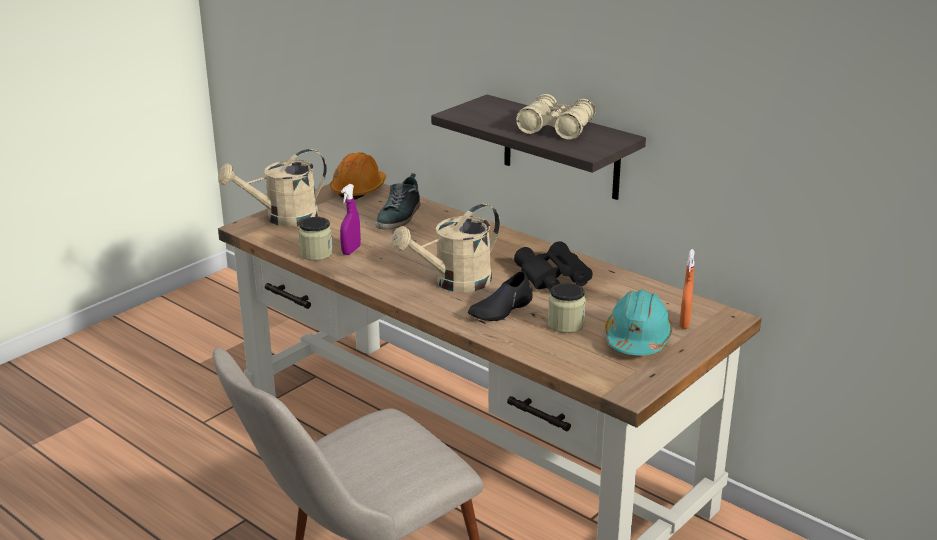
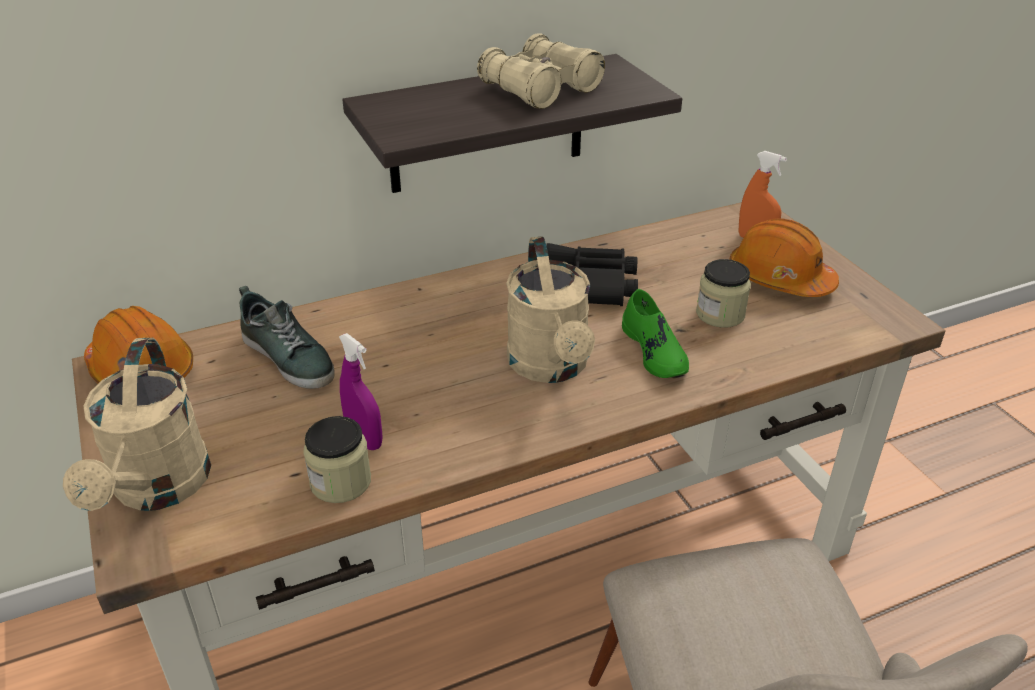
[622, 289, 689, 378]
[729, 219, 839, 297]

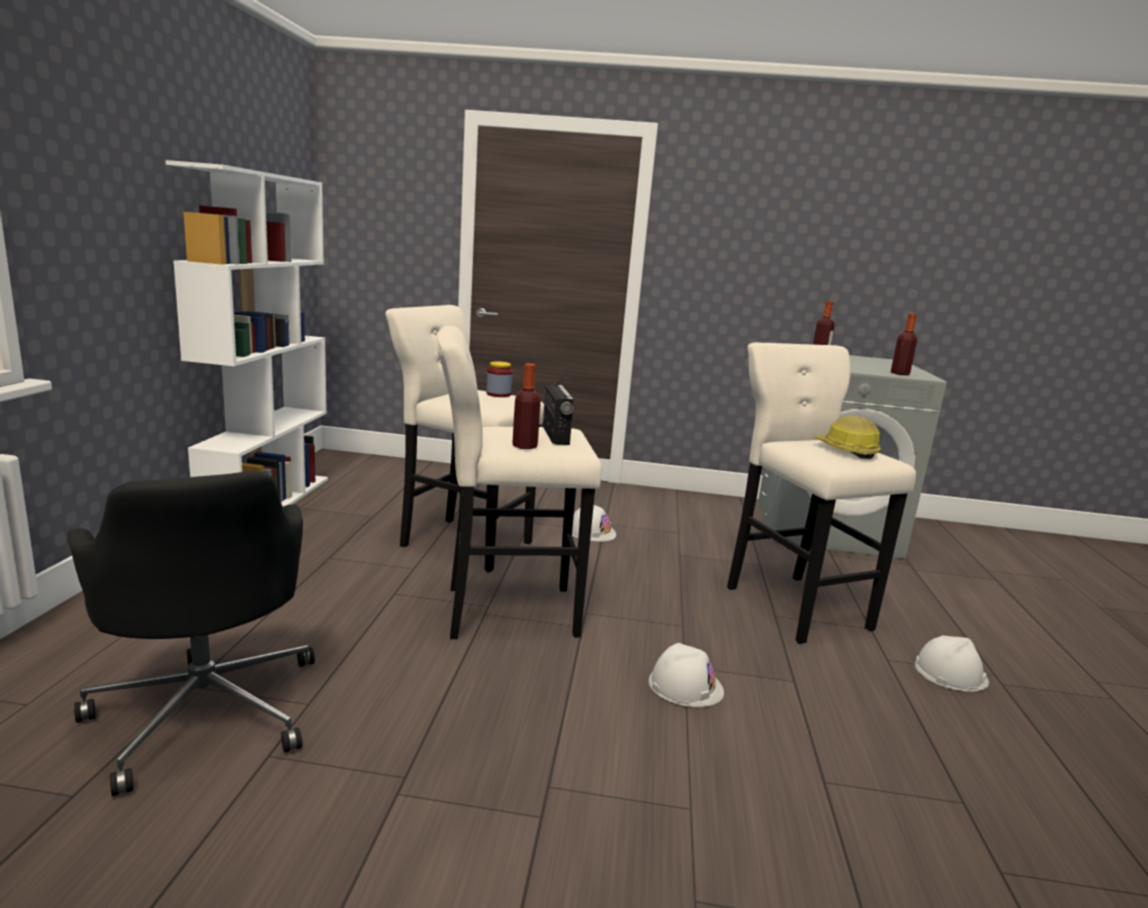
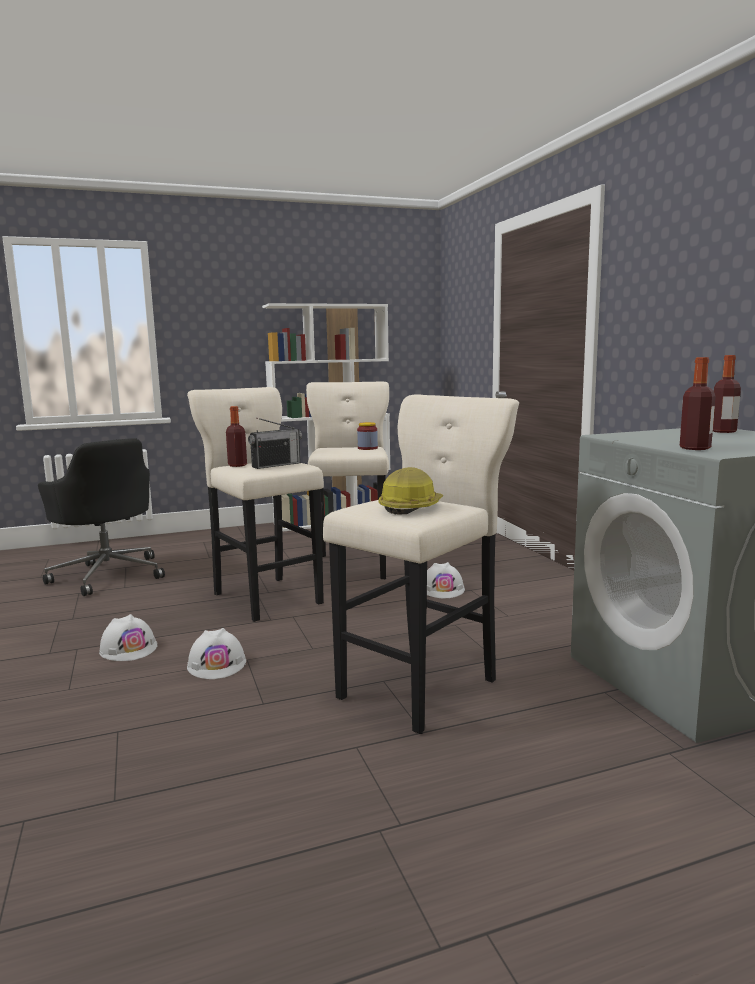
[99, 614, 158, 661]
[38, 438, 165, 596]

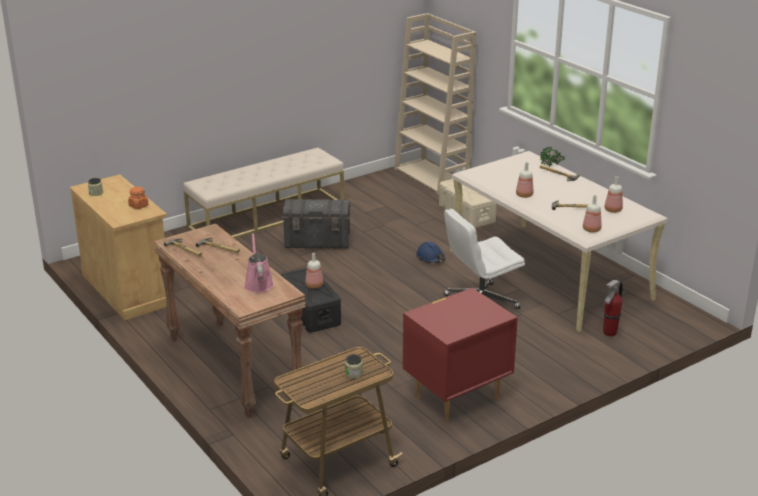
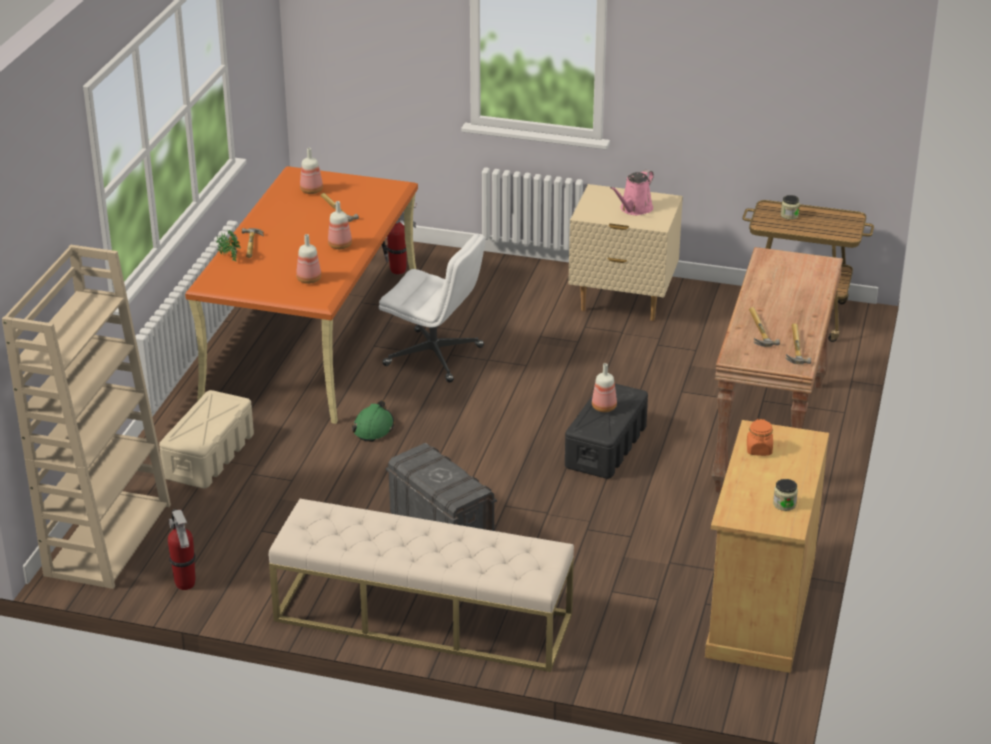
[168, 509, 196, 590]
[610, 170, 654, 215]
[296, 234, 321, 284]
[569, 184, 683, 321]
[352, 400, 394, 442]
[185, 166, 418, 424]

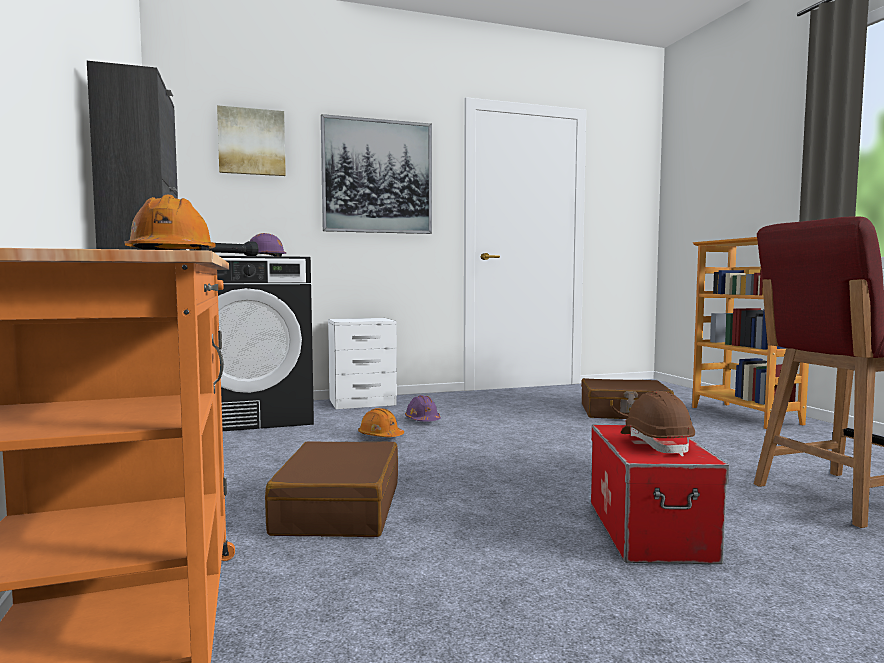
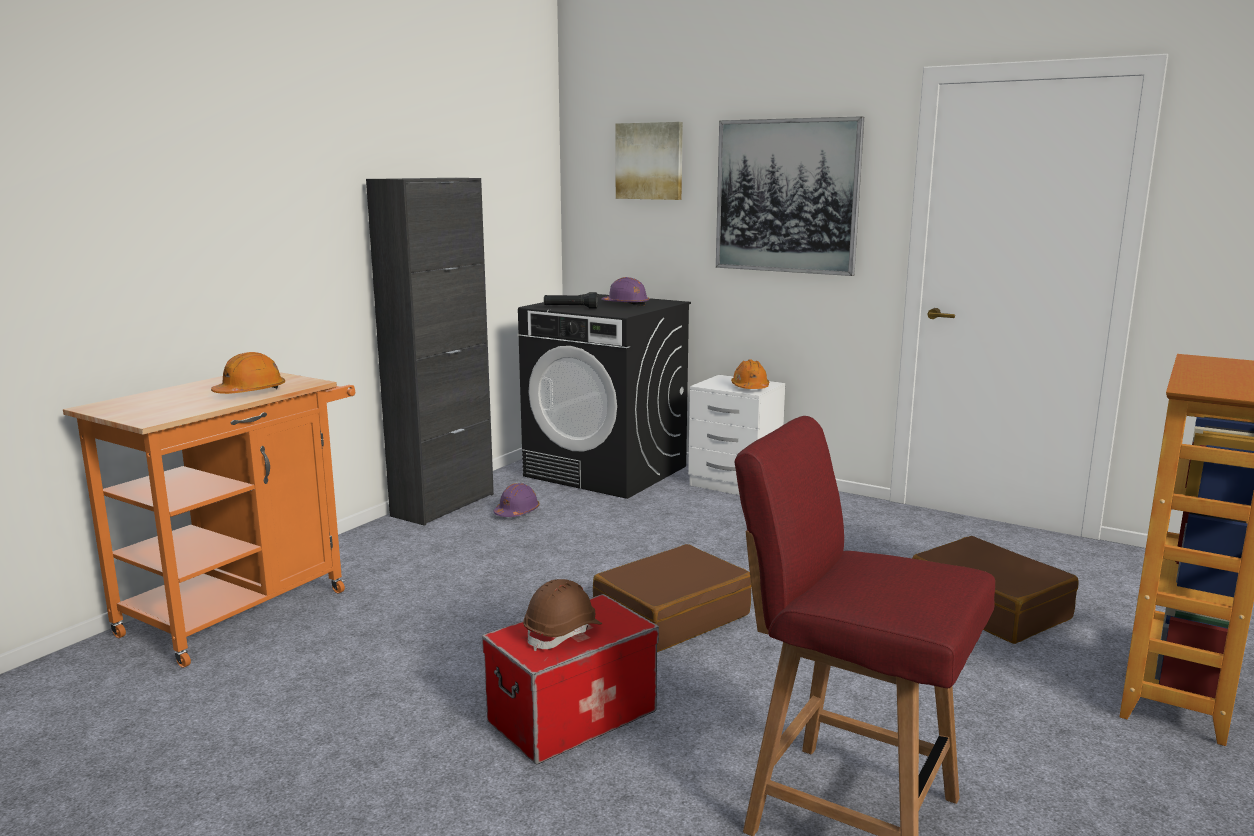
[593, 544, 751, 652]
[731, 359, 770, 389]
[494, 483, 540, 517]

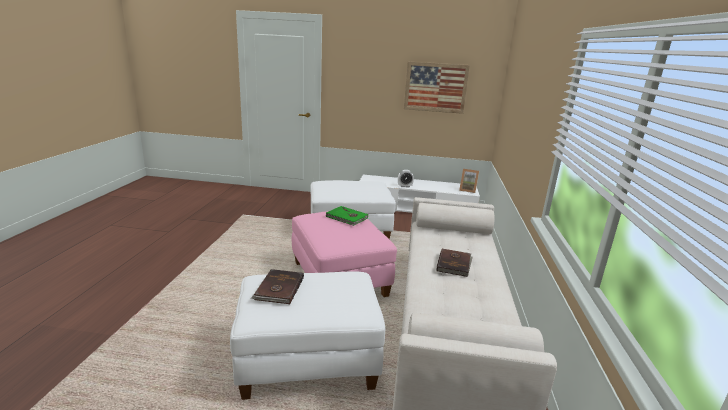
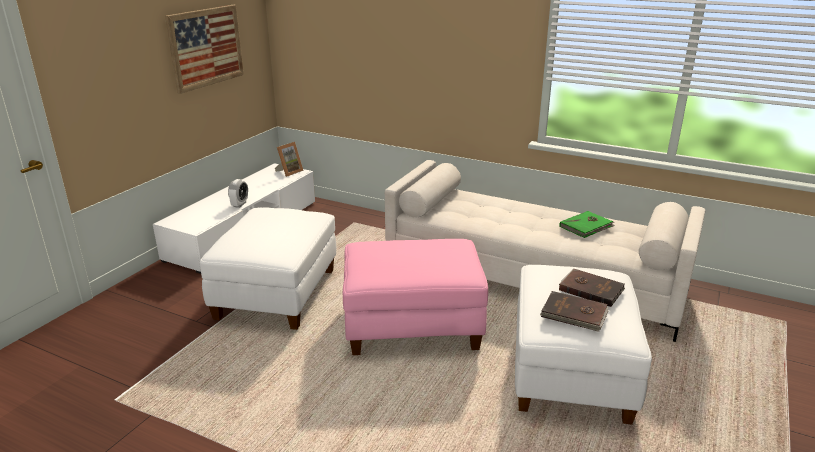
[559, 211, 615, 238]
[559, 269, 625, 307]

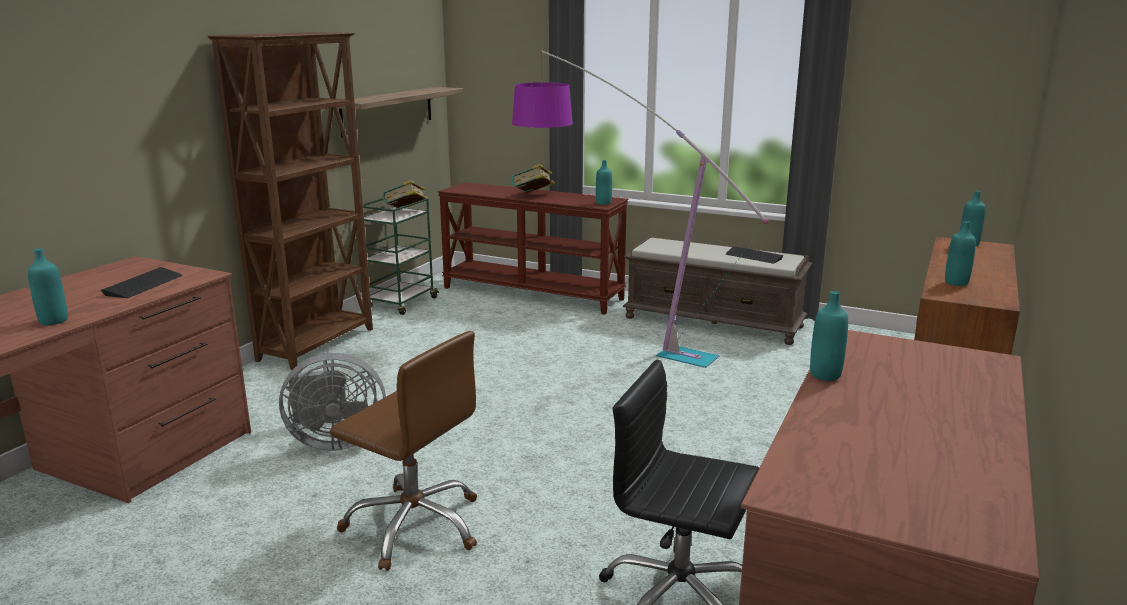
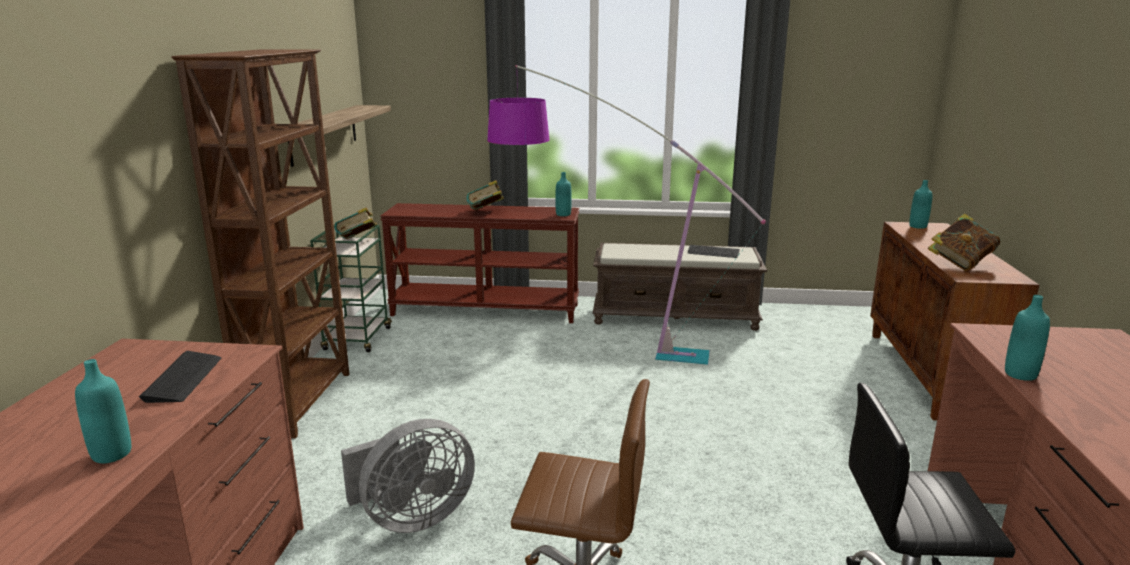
[928, 214, 1000, 271]

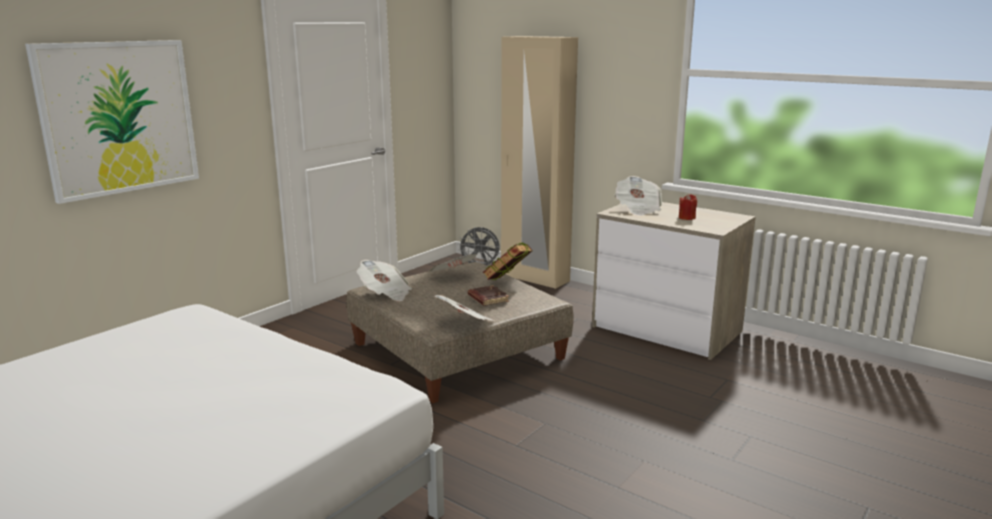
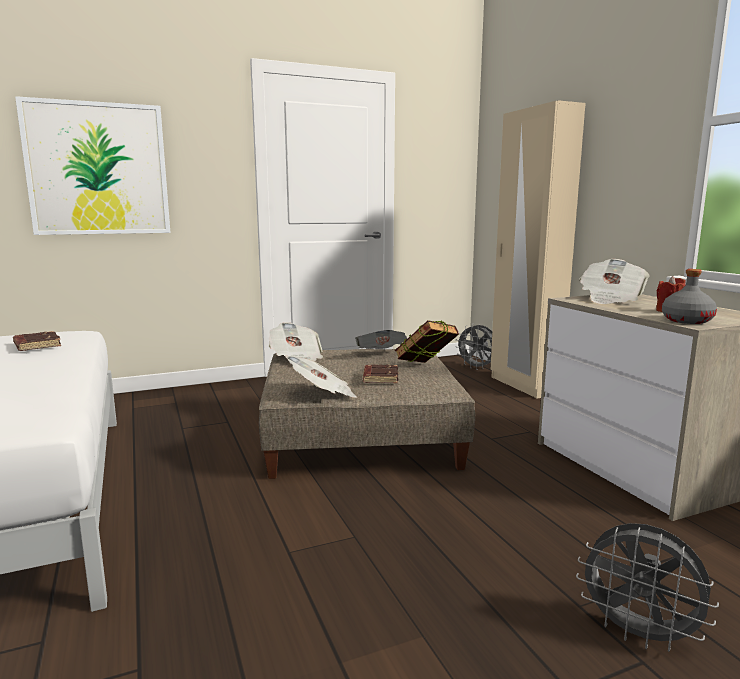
[13, 331, 61, 351]
[576, 523, 719, 652]
[662, 269, 717, 324]

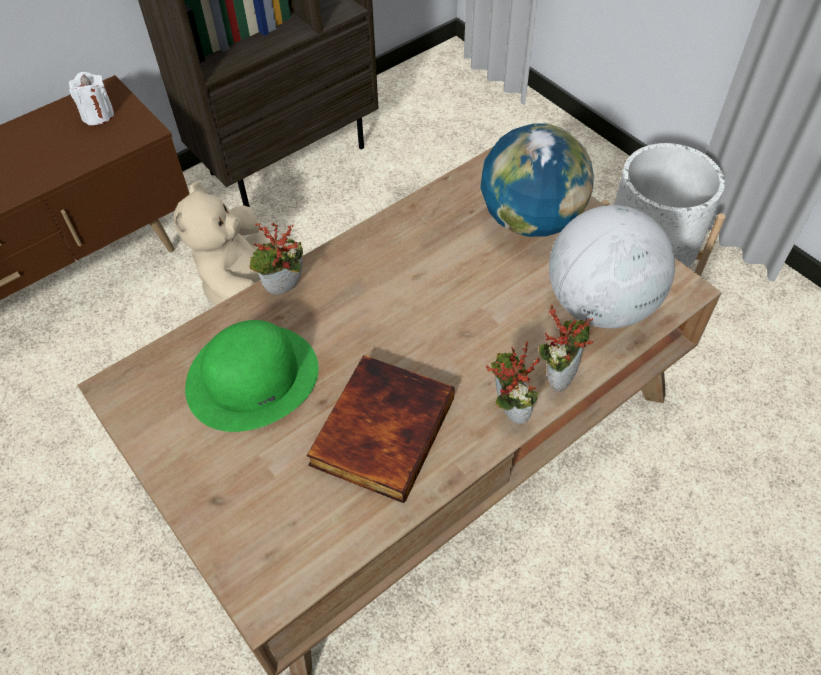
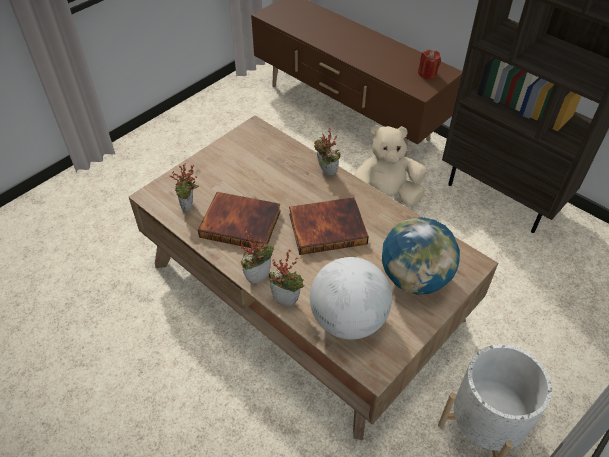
[185, 320, 319, 432] (first image)
[170, 163, 199, 213]
[289, 197, 369, 255]
[418, 49, 441, 79]

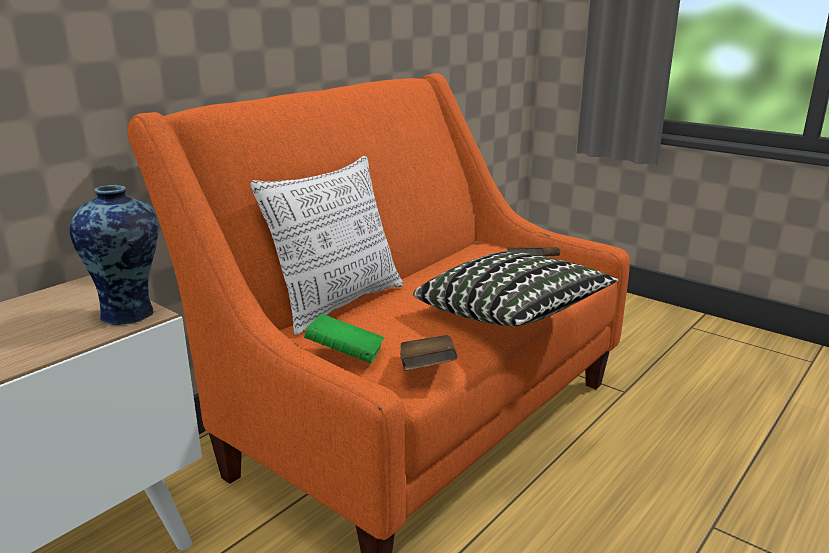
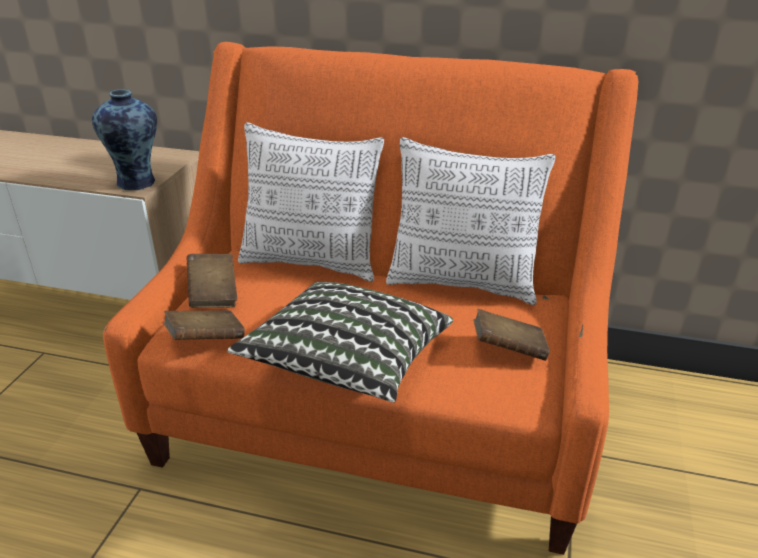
[386, 137, 556, 305]
[186, 254, 237, 308]

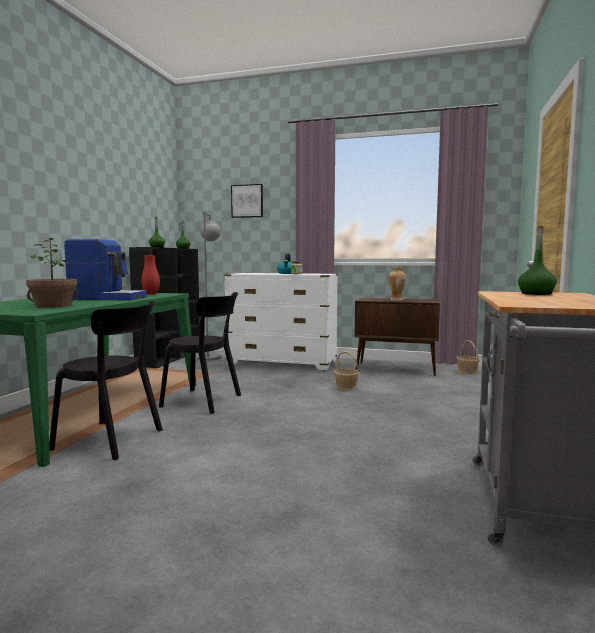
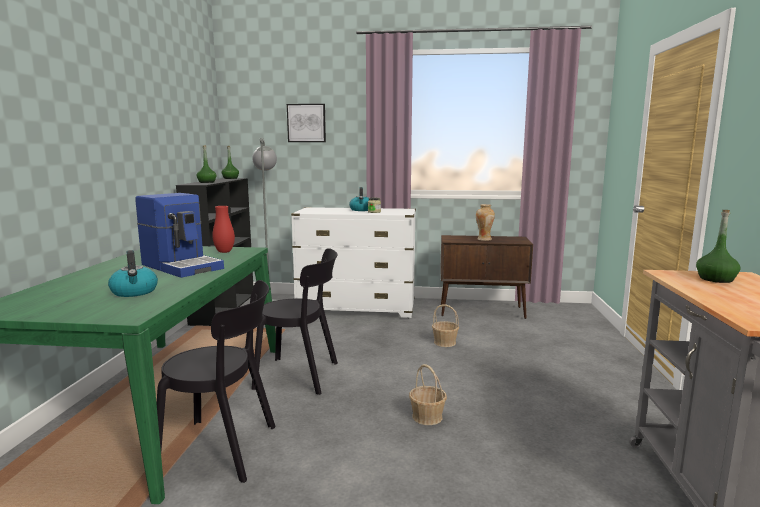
[409, 364, 447, 425]
[108, 250, 158, 297]
[135, 193, 224, 278]

